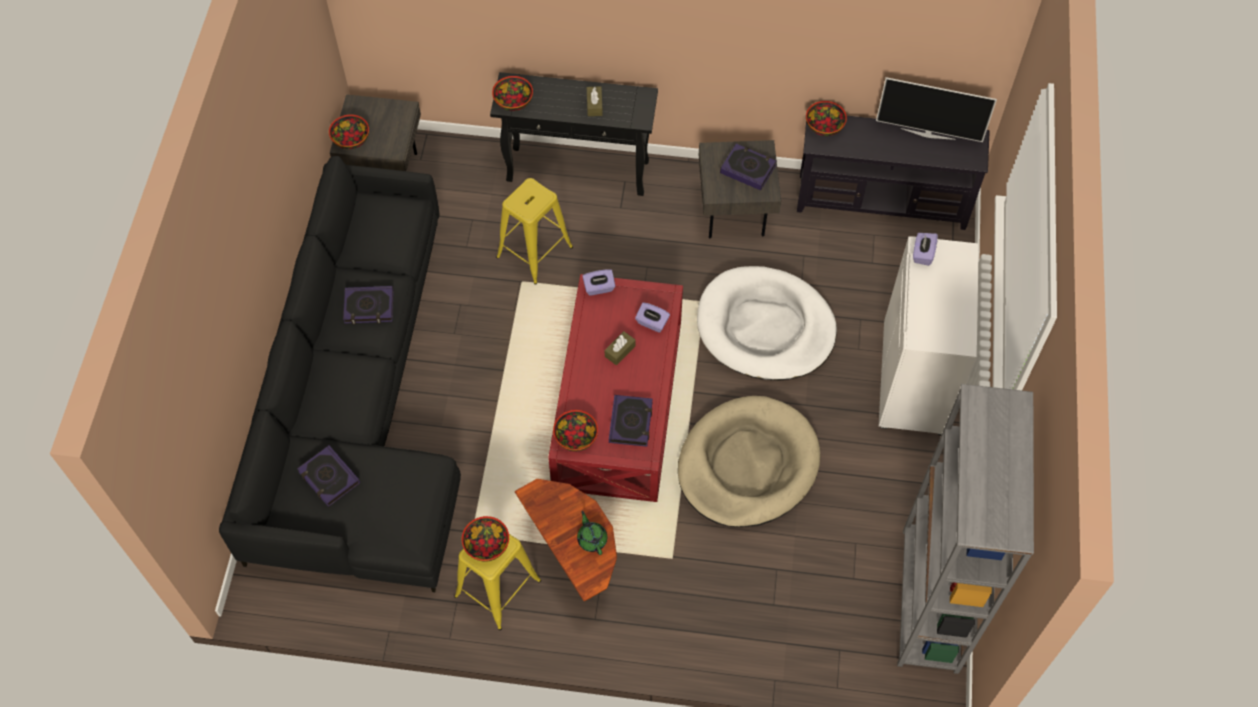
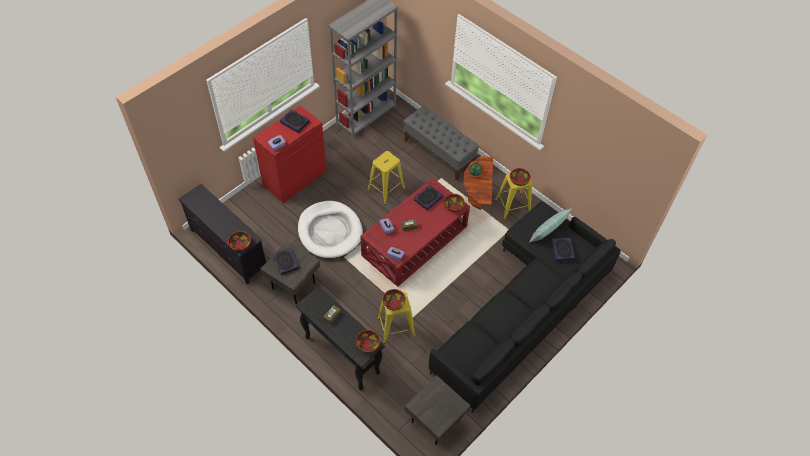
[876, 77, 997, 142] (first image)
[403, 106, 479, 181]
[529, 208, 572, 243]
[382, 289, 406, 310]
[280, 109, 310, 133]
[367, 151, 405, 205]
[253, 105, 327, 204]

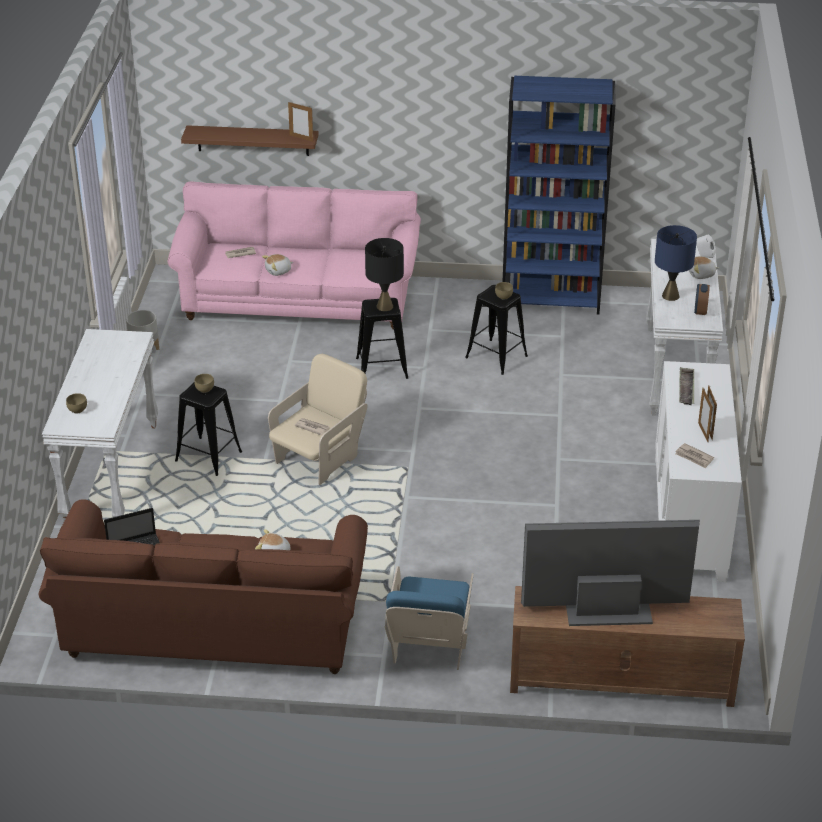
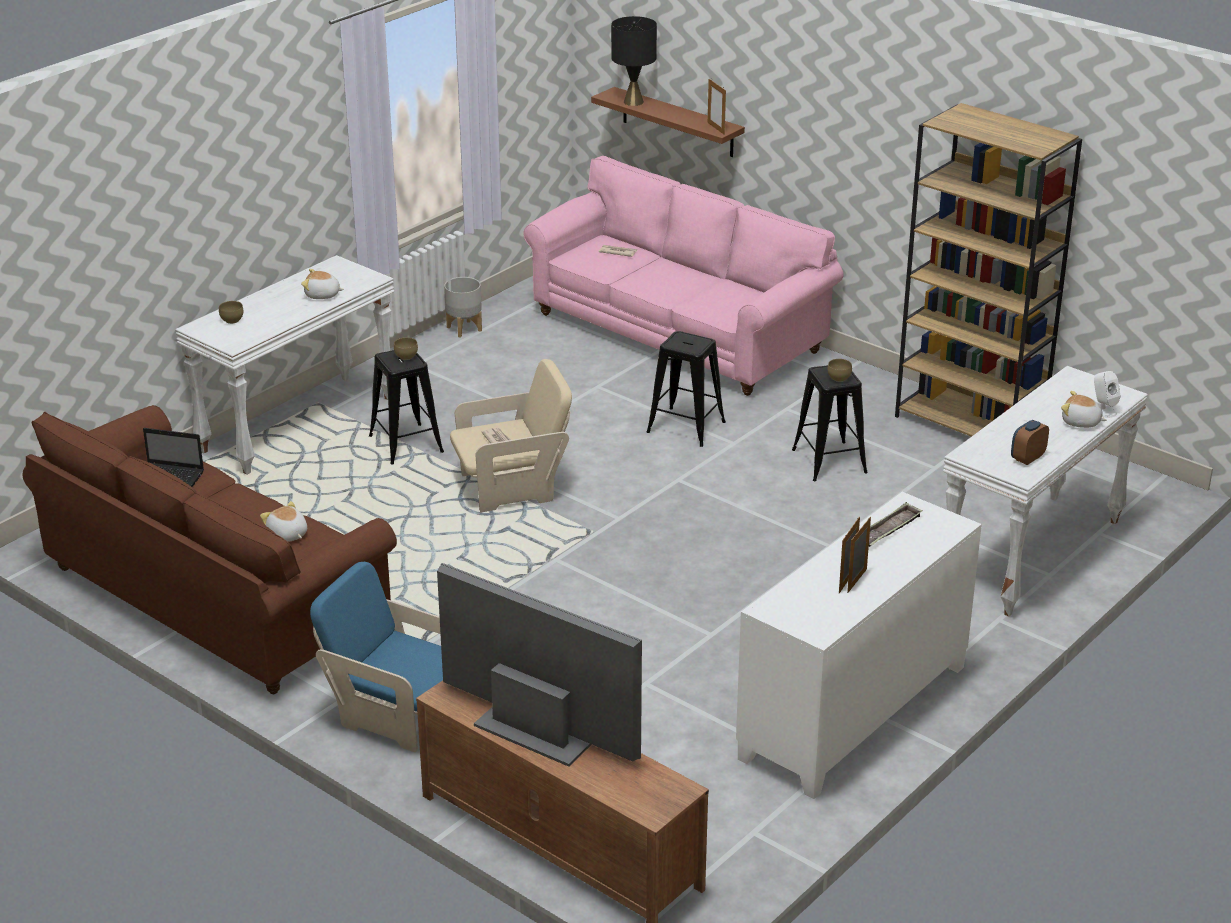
[655, 225, 697, 301] (first image)
[676, 443, 714, 469] (first image)
[301, 269, 344, 299]
[611, 16, 657, 106]
[895, 103, 1082, 437]
[310, 562, 443, 752]

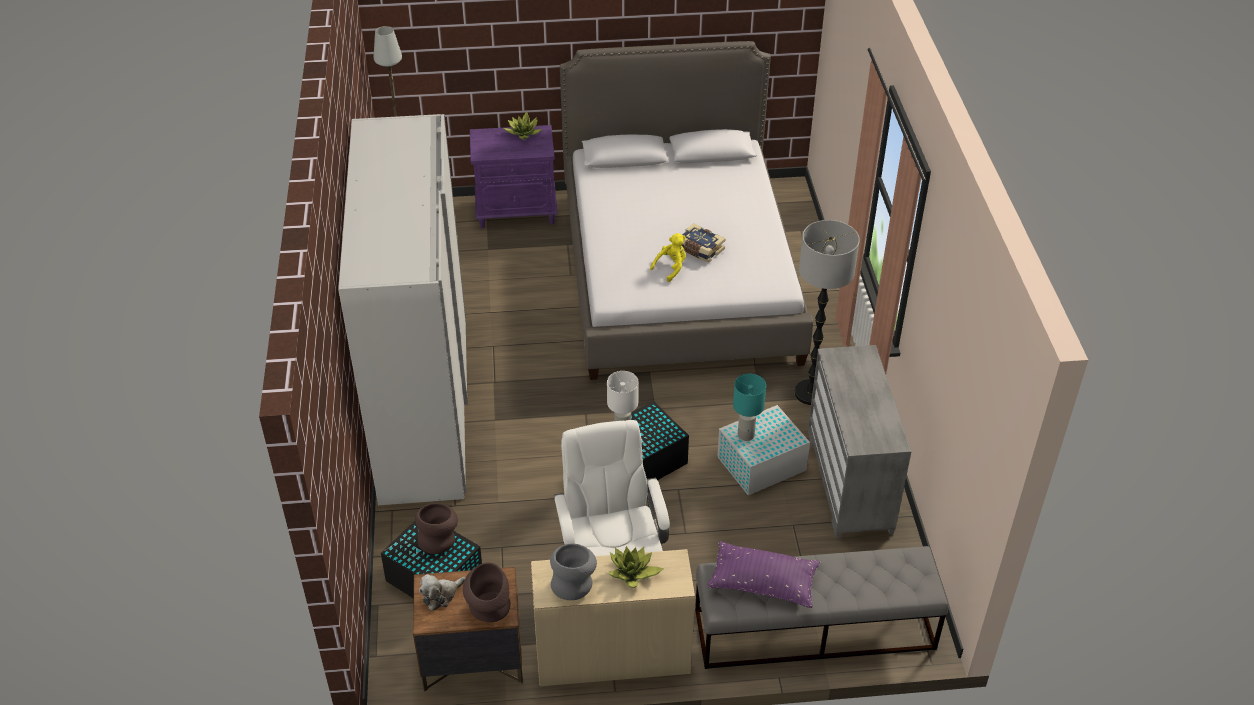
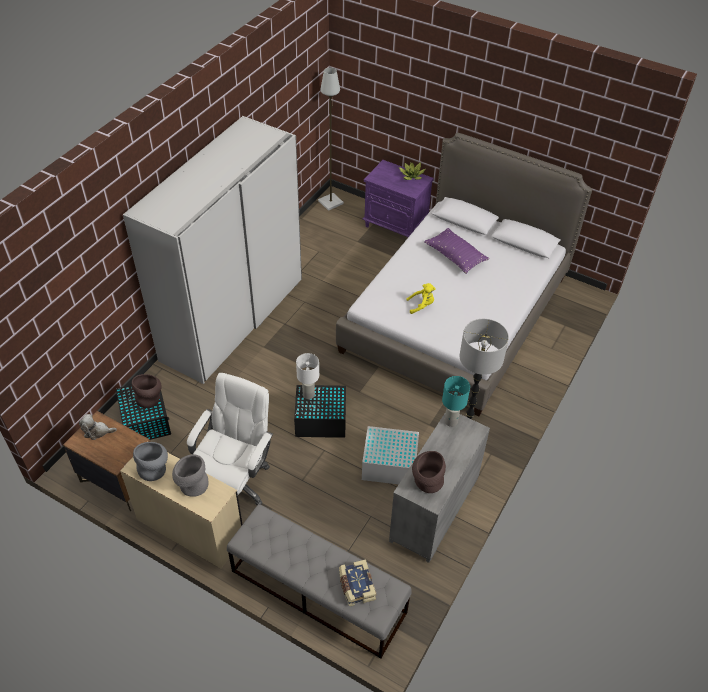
[412, 451, 446, 493]
[339, 559, 377, 606]
[425, 228, 489, 274]
[442, 376, 470, 427]
[172, 454, 208, 497]

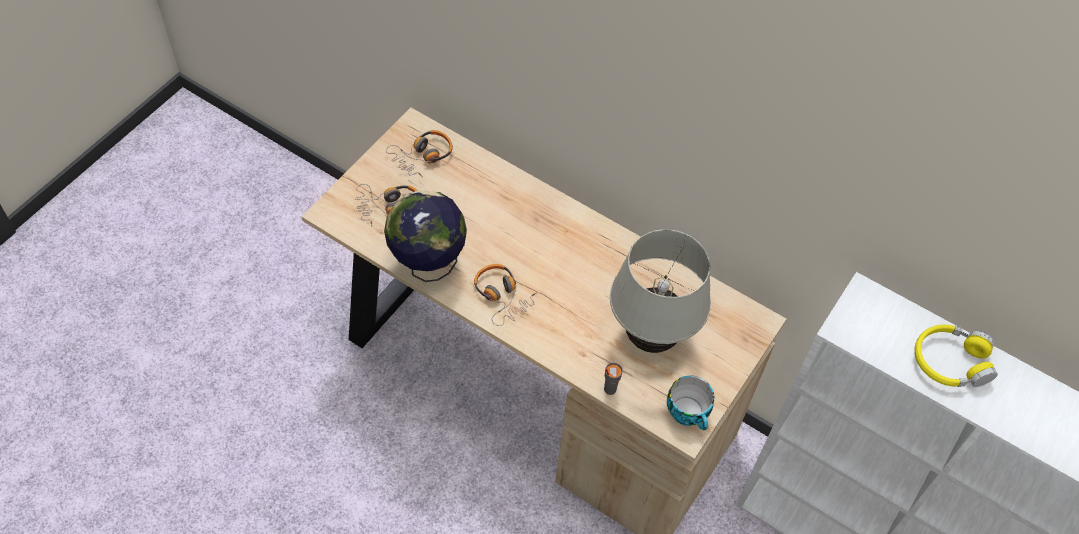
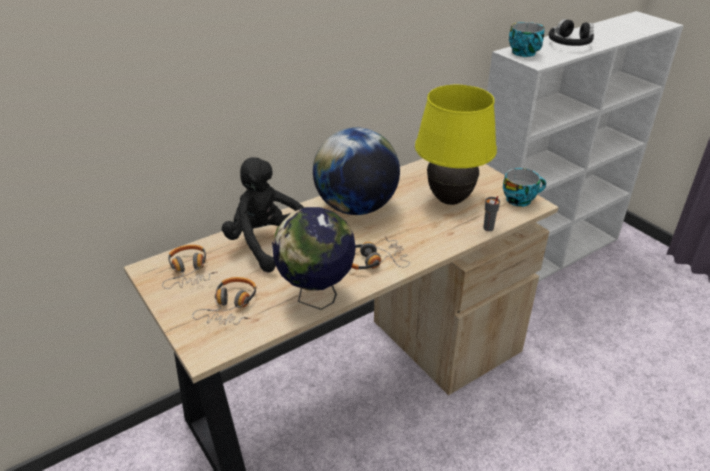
[222, 157, 304, 273]
[313, 127, 400, 215]
[509, 22, 545, 57]
[415, 85, 497, 205]
[549, 19, 594, 46]

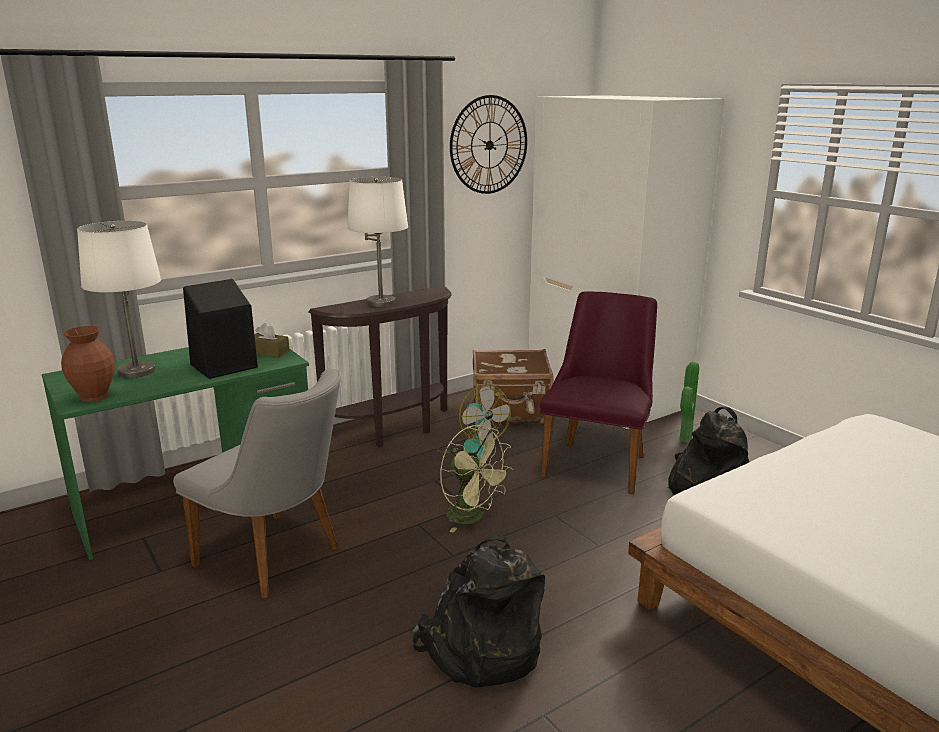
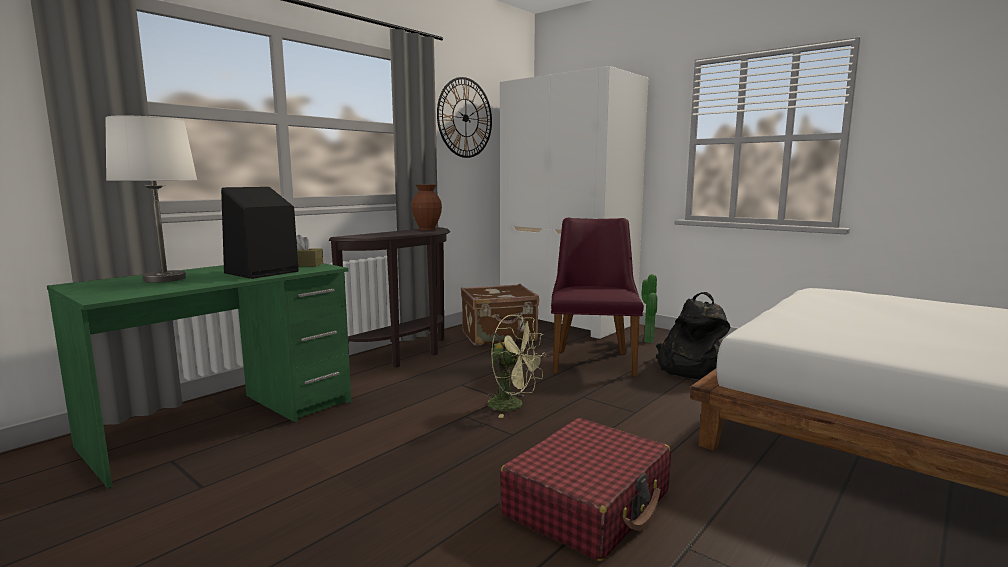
[173, 369, 341, 599] (first image)
[347, 177, 408, 307] (first image)
[438, 384, 511, 460] (first image)
[411, 185, 442, 231]
[500, 418, 671, 561]

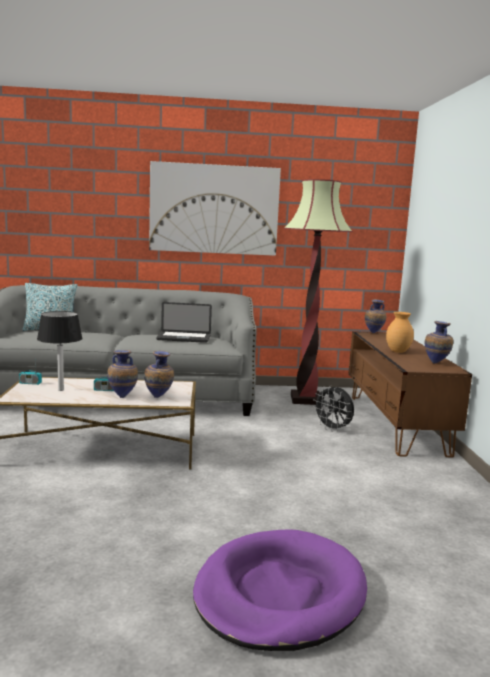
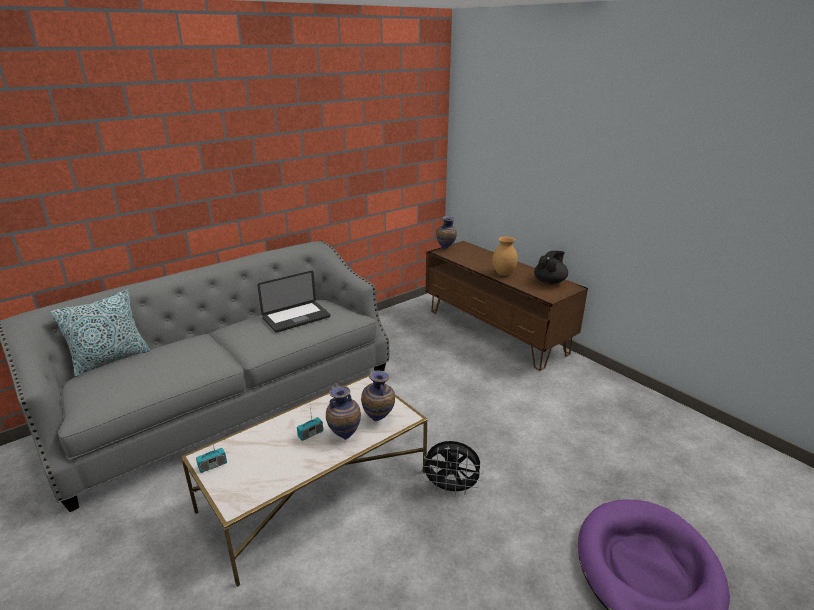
[37, 311, 83, 391] (first image)
[149, 161, 281, 256] (first image)
[284, 179, 353, 405] (first image)
[421, 441, 484, 496]
[534, 251, 568, 284]

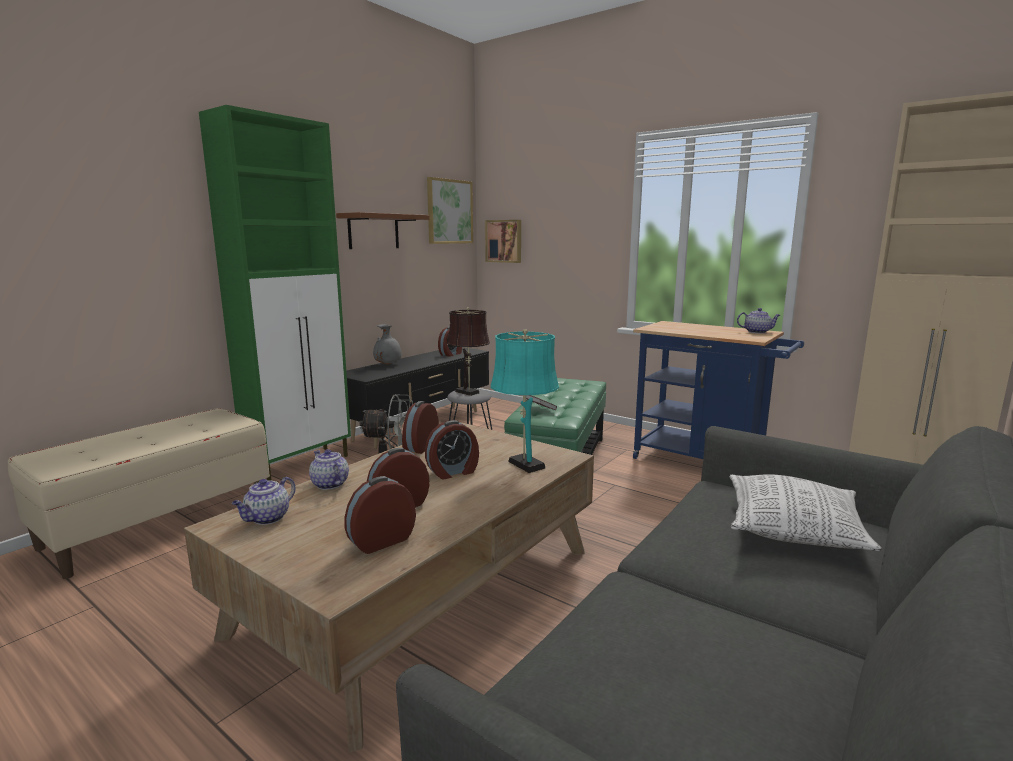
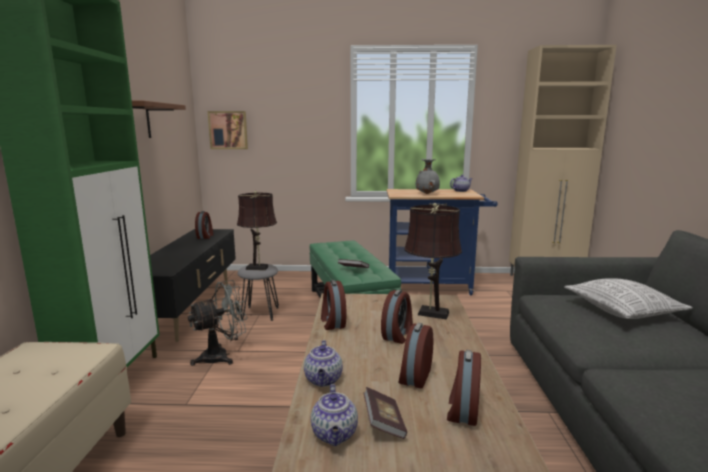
[427, 177, 473, 244] (first image)
[364, 387, 407, 439]
[416, 159, 440, 194]
[404, 203, 462, 320]
[304, 340, 343, 387]

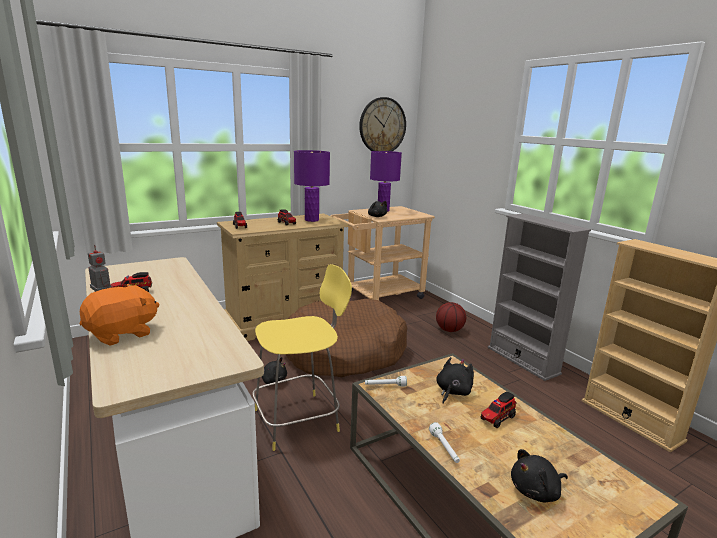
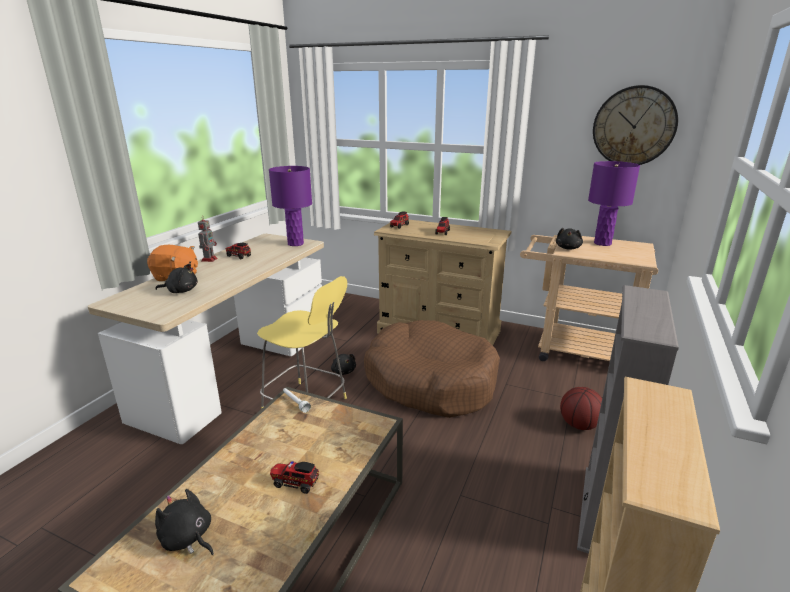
[429, 422, 460, 463] (first image)
[269, 166, 312, 246]
[155, 263, 198, 293]

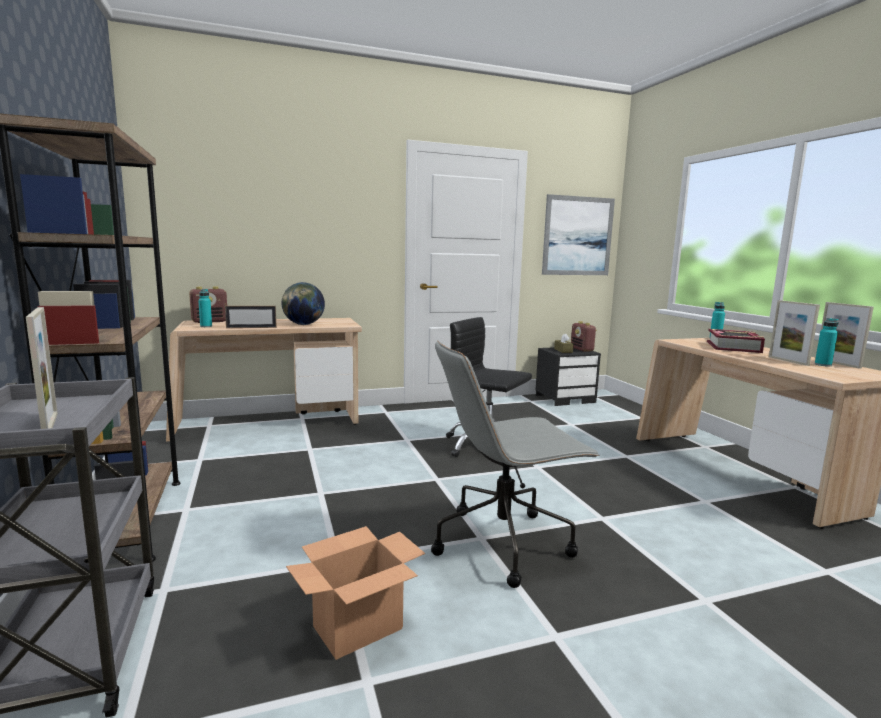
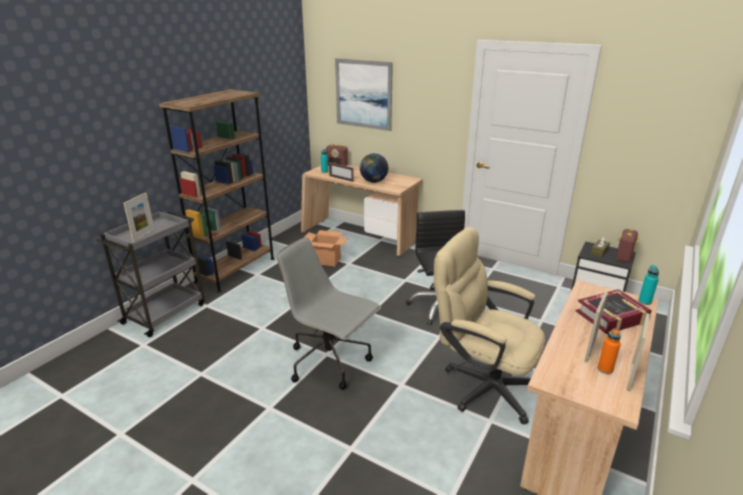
[434, 227, 545, 424]
[304, 230, 348, 266]
[335, 58, 393, 131]
[598, 328, 621, 374]

